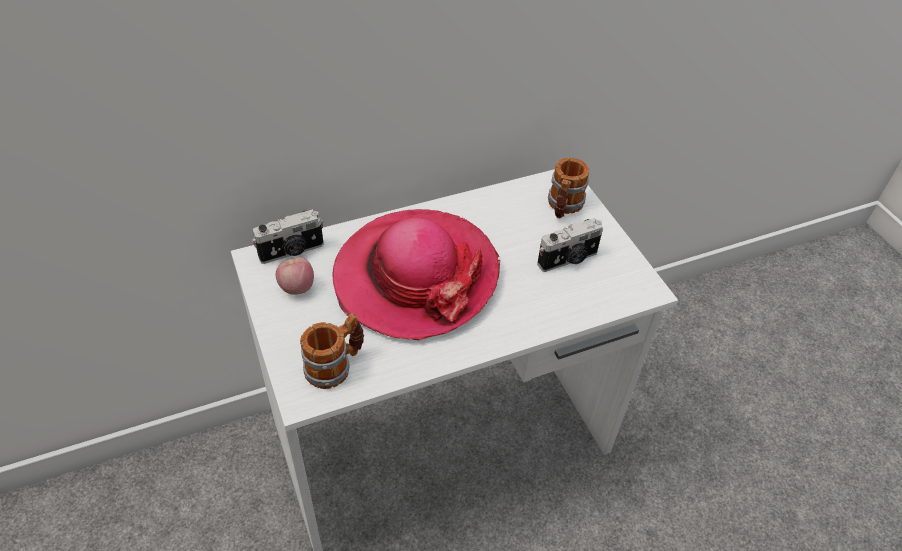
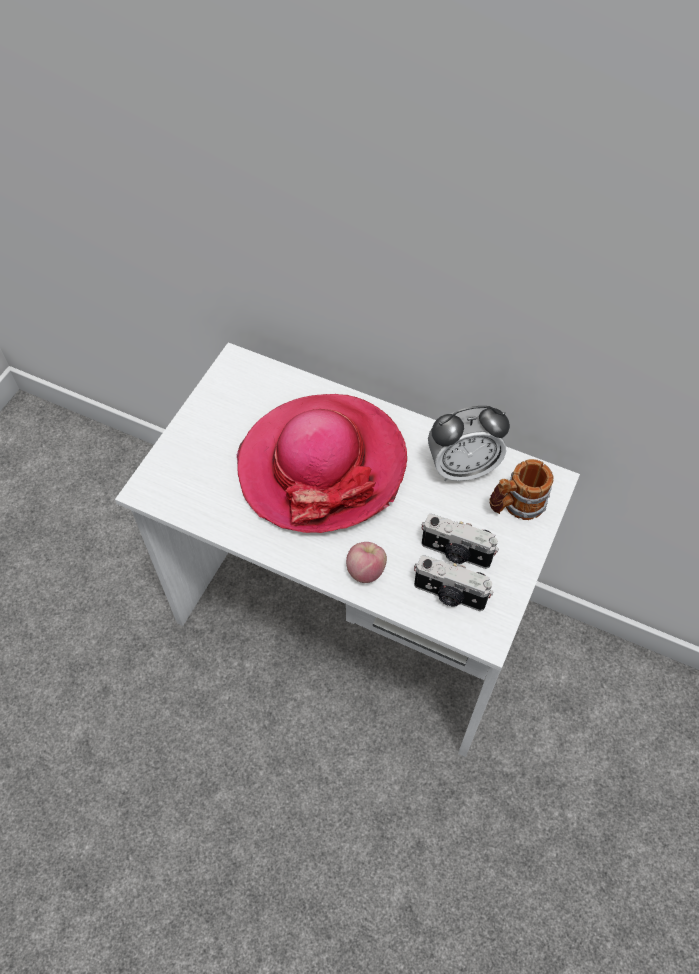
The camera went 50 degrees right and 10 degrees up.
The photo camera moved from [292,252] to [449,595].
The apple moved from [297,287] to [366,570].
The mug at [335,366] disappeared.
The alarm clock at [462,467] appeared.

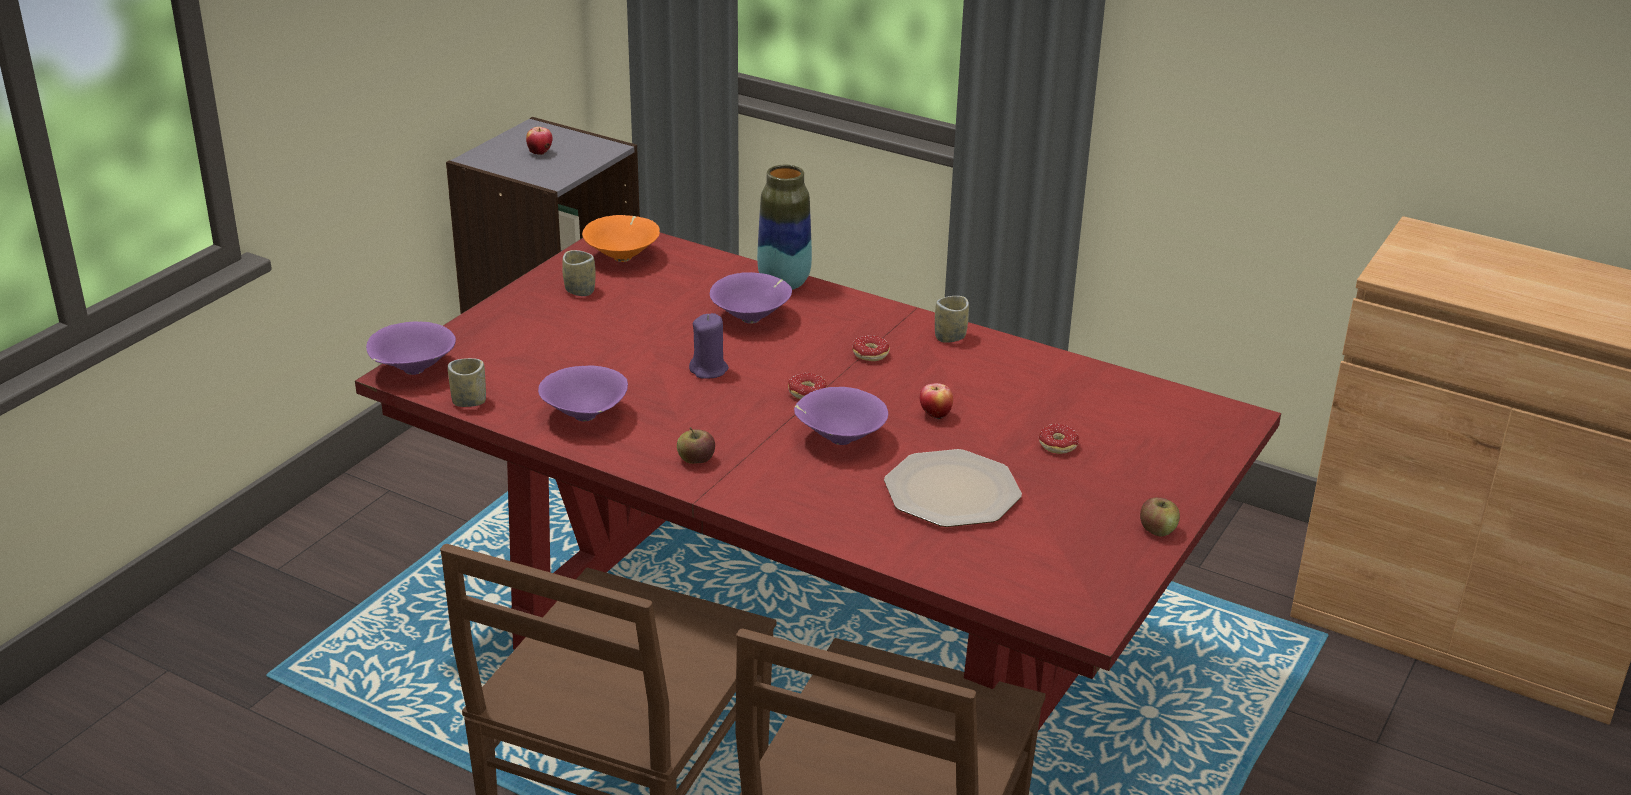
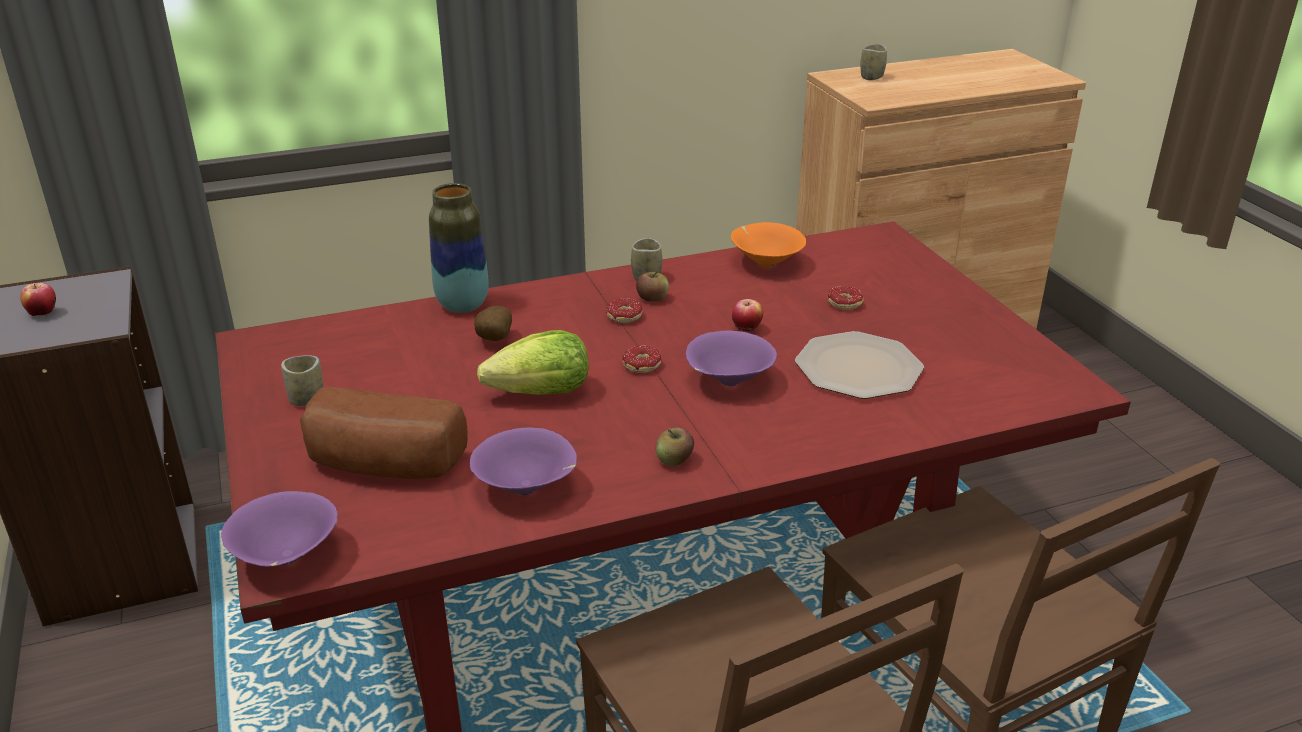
The camera went 50 degrees left and 0 degrees up.
The cup moved from [469,401] to [871,77].
The bowl in orange moved from [623,257] to [765,263].
The candle in purple at [709,370] was replaced by the lettuce at [542,393].
The bowl in purple at [752,318] was replaced by the potato at [493,340].
The apple moved from [1157,530] to [652,298].
The bread at [382,465] appeared.

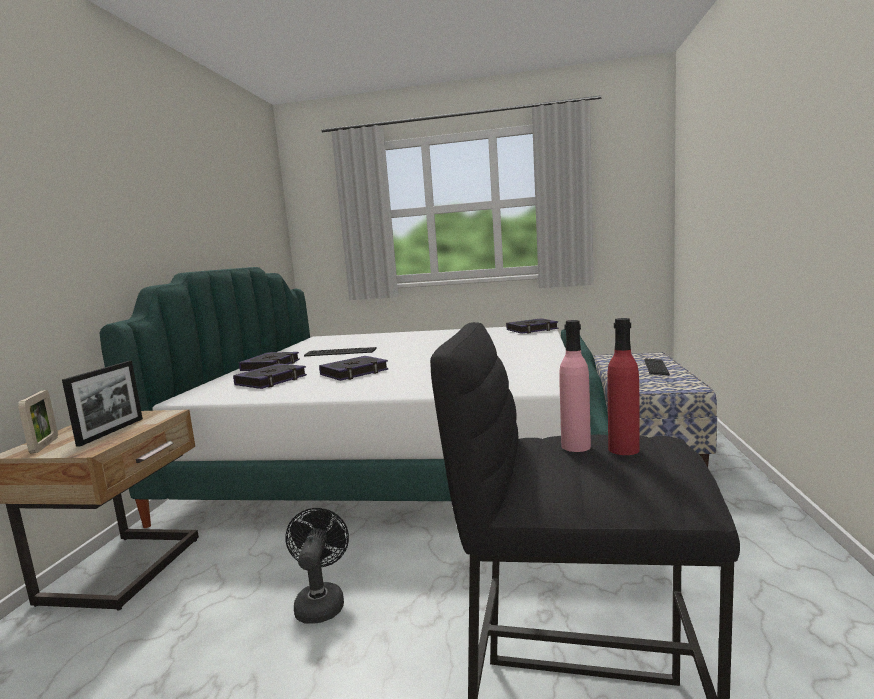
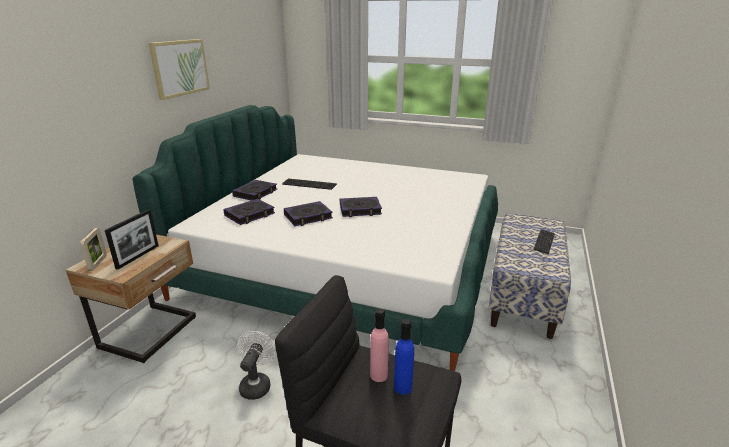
The camera went 10 degrees right and 15 degrees up.
The fan in black at [321,602] became the fan in white at [257,384].
The book moved from [532,329] to [360,210].
The bottle in red at [623,449] became the bottle in blue at [402,387].
The picture at [180,68] appeared.

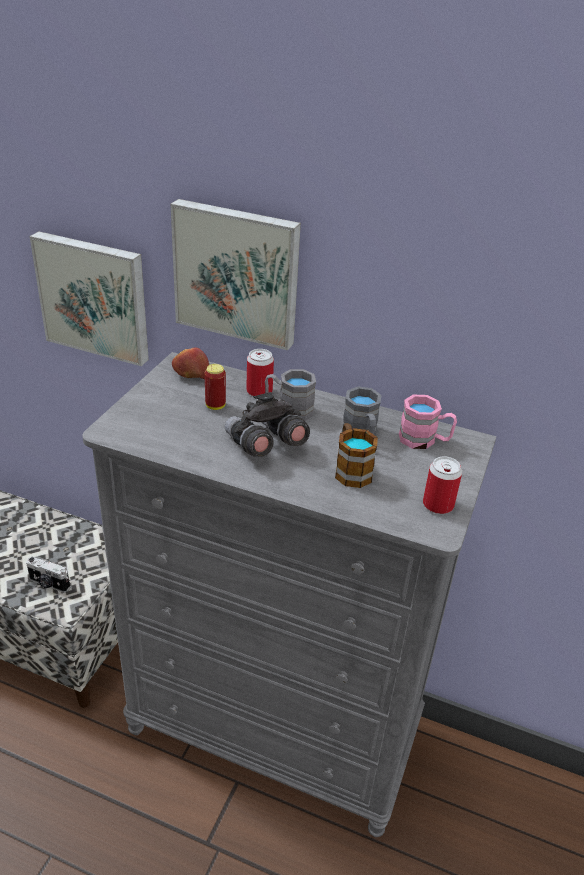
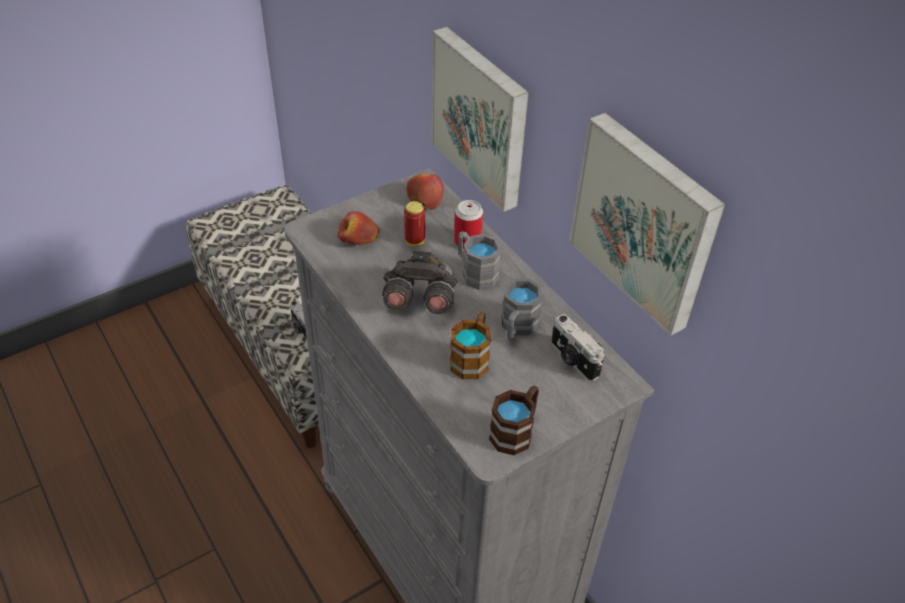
The camera went 35 degrees right and 10 degrees up.
The picture moved from [95,297] to [646,221].
The mug in pink at [424,440] was replaced by the photo camera at [573,360].
The can at [438,505] was replaced by the mug in brown at [516,430].
The apple at [358,238] appeared.

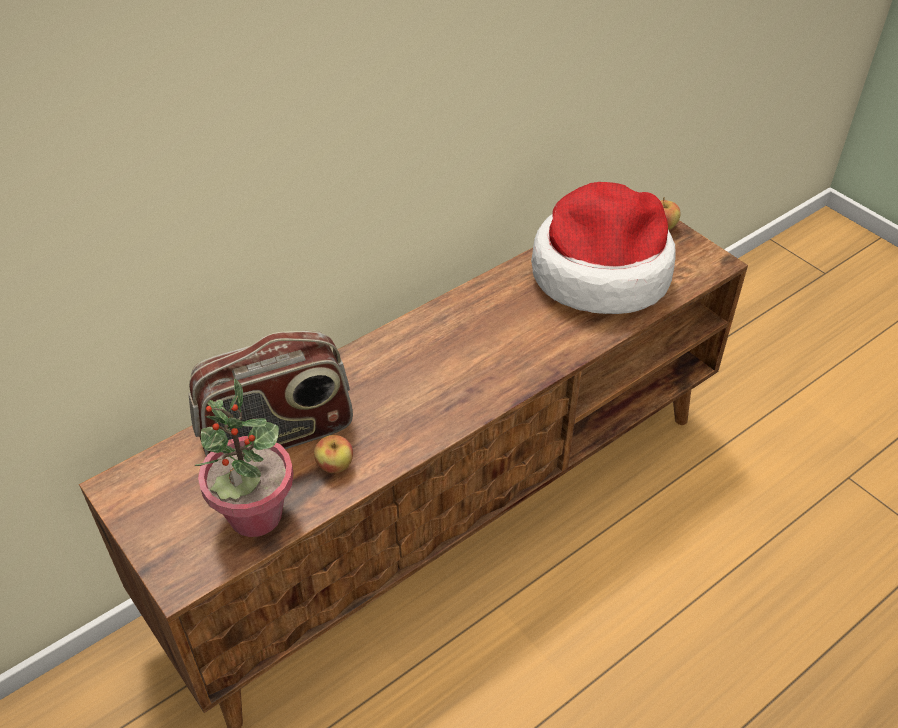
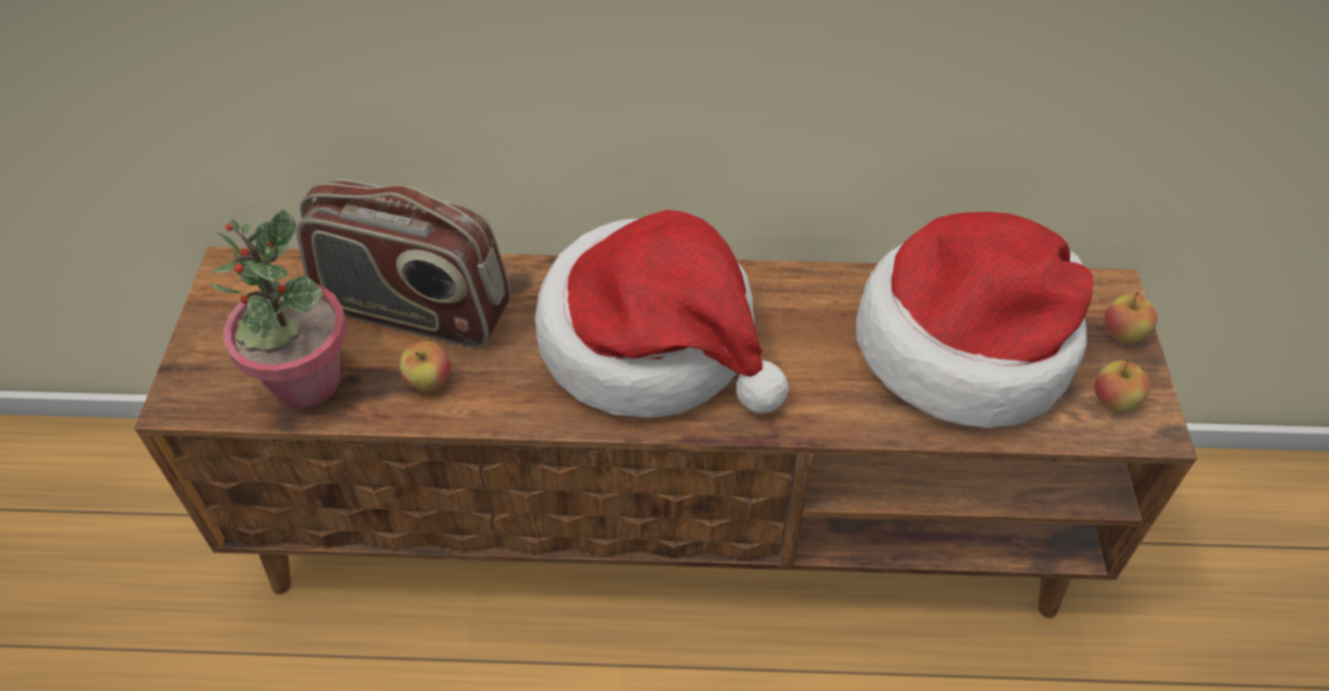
The camera went 40 degrees right and 5 degrees up.
The hat at [654,343] appeared.
The apple at [1113,401] appeared.

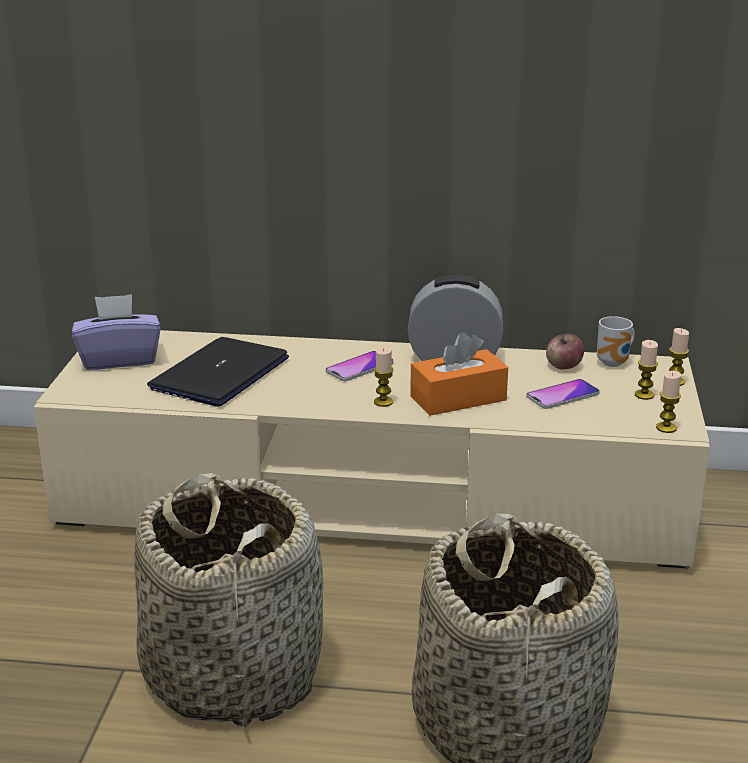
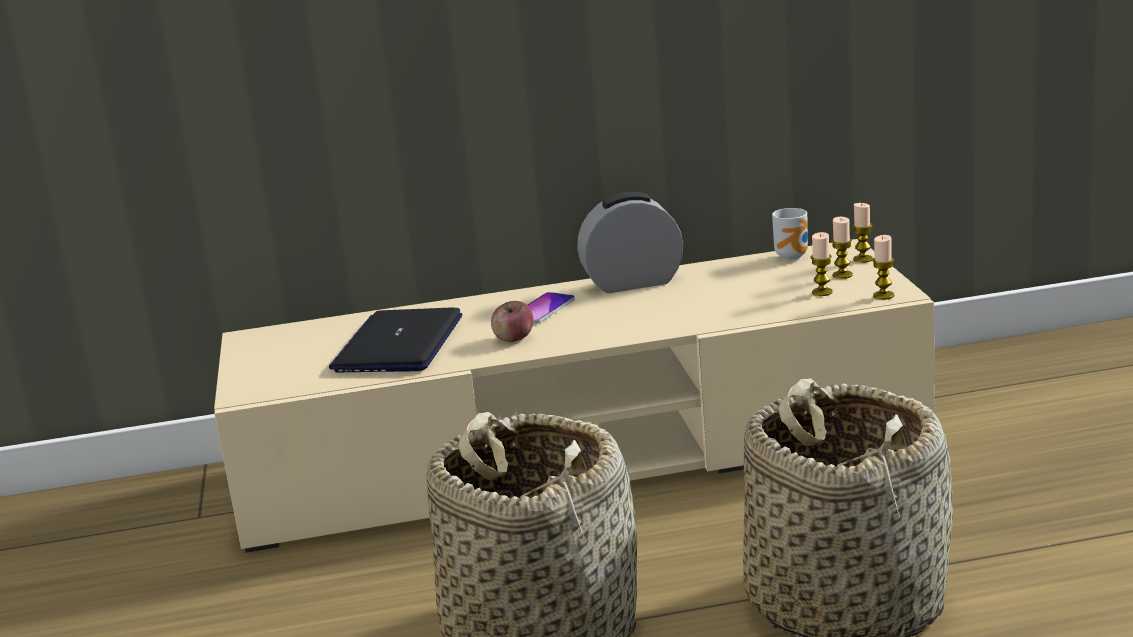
The camera went 15 degrees left and 5 degrees down.
The tissue box in purple at [119,359] disappeared.
The candle moved from [383,402] to [822,292].
The tissue box in orange at [458,398] disappeared.
The phone at [562,395] disappeared.
The apple moved from [563,366] to [514,338].

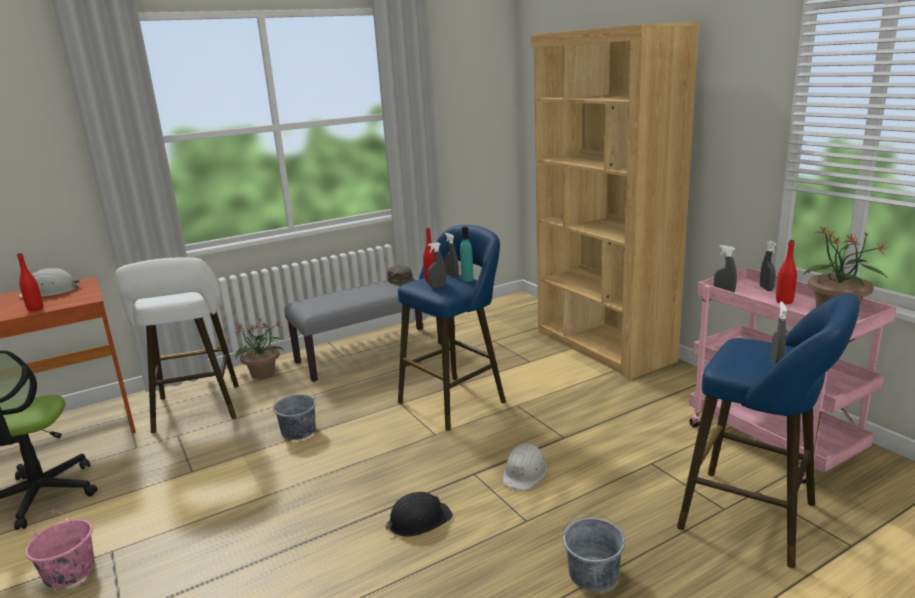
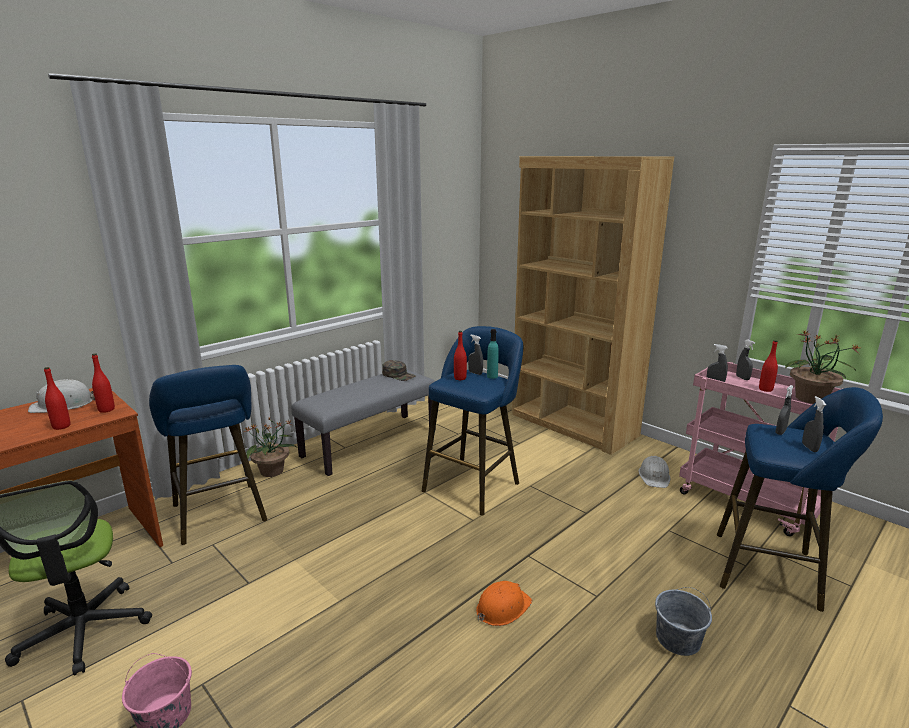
The camera went 15 degrees left and 0 degrees up.
The stool in white at [197,411] became the stool in blue at [220,516].
The bucket in grey at [298,431] disappeared.
The hard hat in black at [419,520] became the hard hat in orange at [502,608].
The spray bottle in grey moved from [437,286] to [780,432].
The hard hat in white moved from [525,473] to [654,476].
The bottle in red at [106,409] appeared.

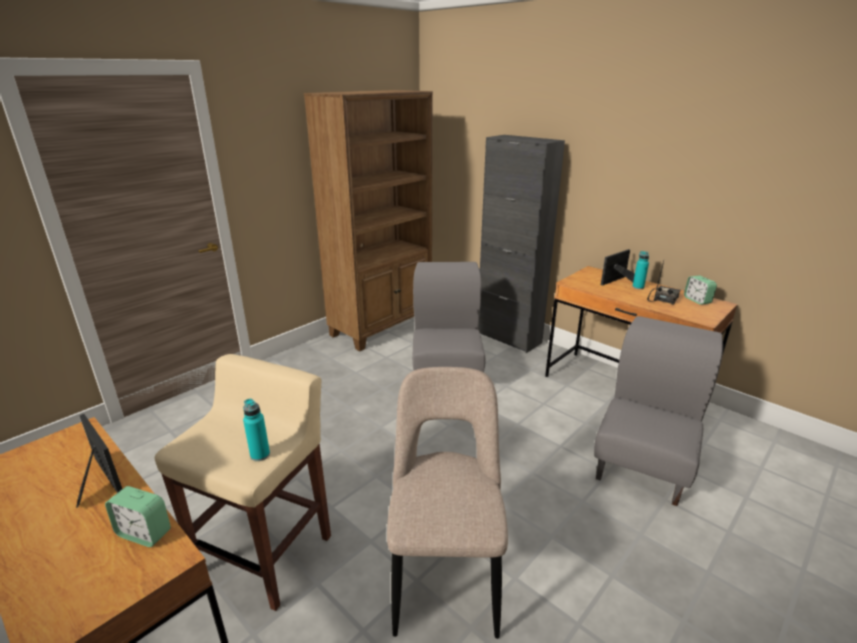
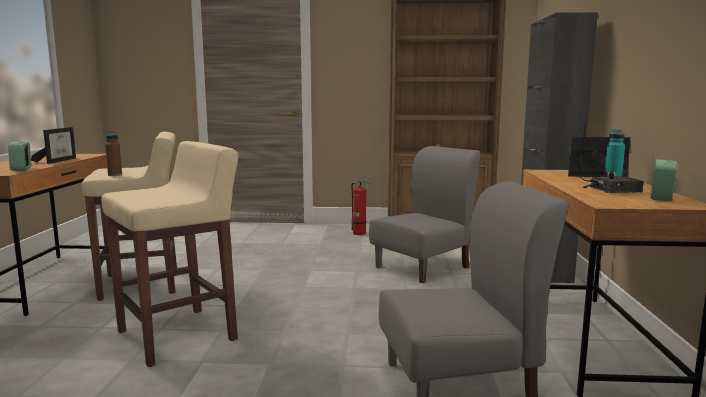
The camera went 50 degrees right and 15 degrees down.
The bottle in turquoise at [260,455] became the bottle in brown at [115,175].
The chair in beige at [445,572] was replaced by the stool in beige at [179,335].
The fire extinguisher at [360,233] appeared.

